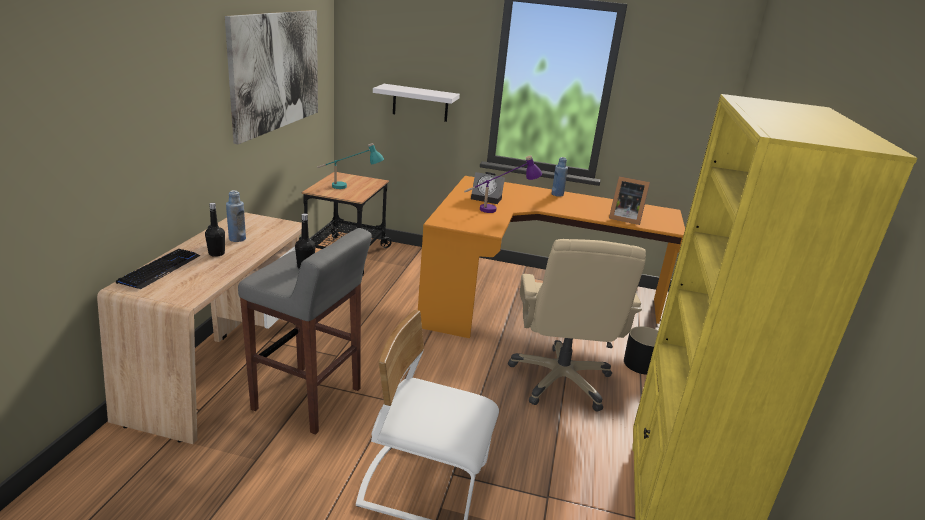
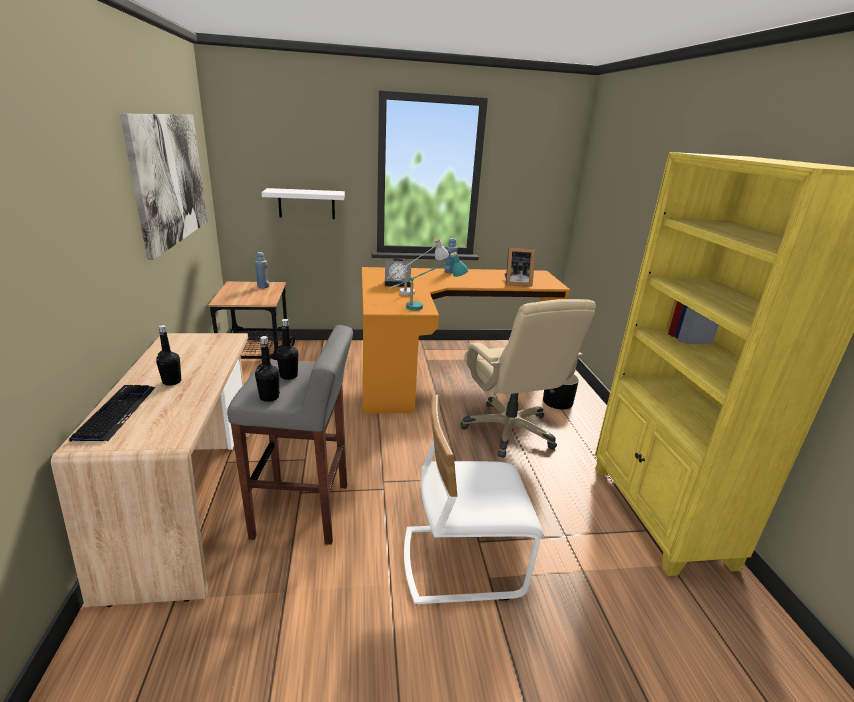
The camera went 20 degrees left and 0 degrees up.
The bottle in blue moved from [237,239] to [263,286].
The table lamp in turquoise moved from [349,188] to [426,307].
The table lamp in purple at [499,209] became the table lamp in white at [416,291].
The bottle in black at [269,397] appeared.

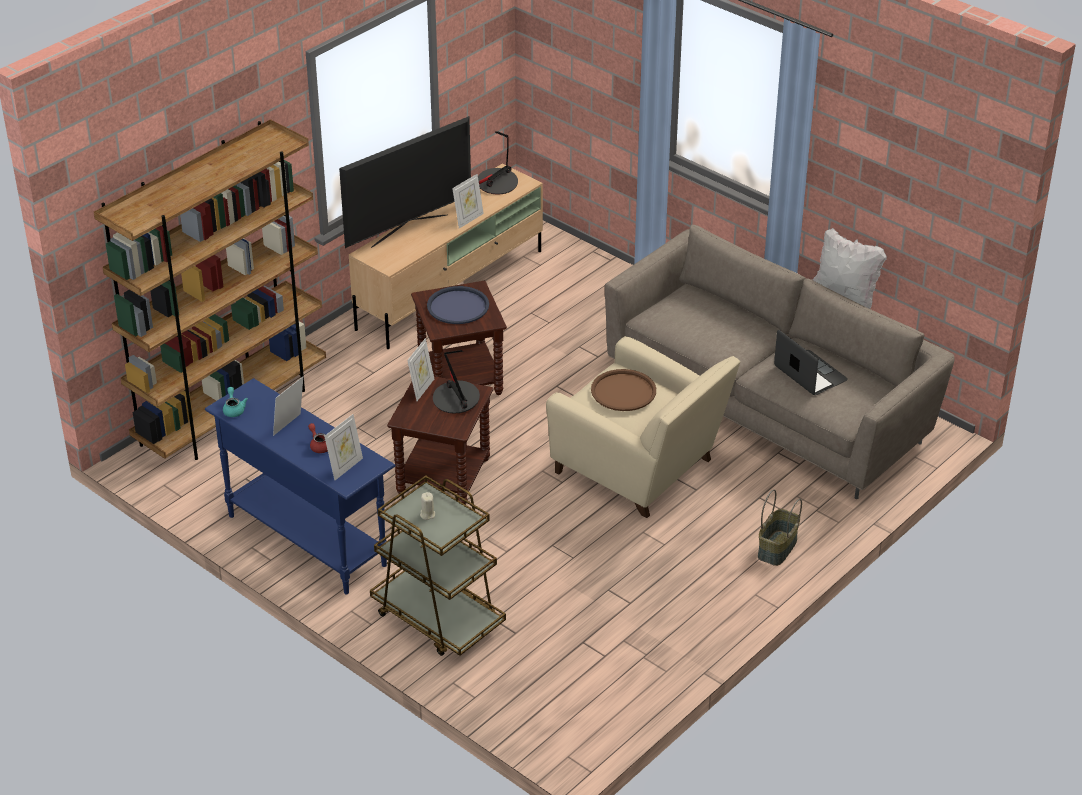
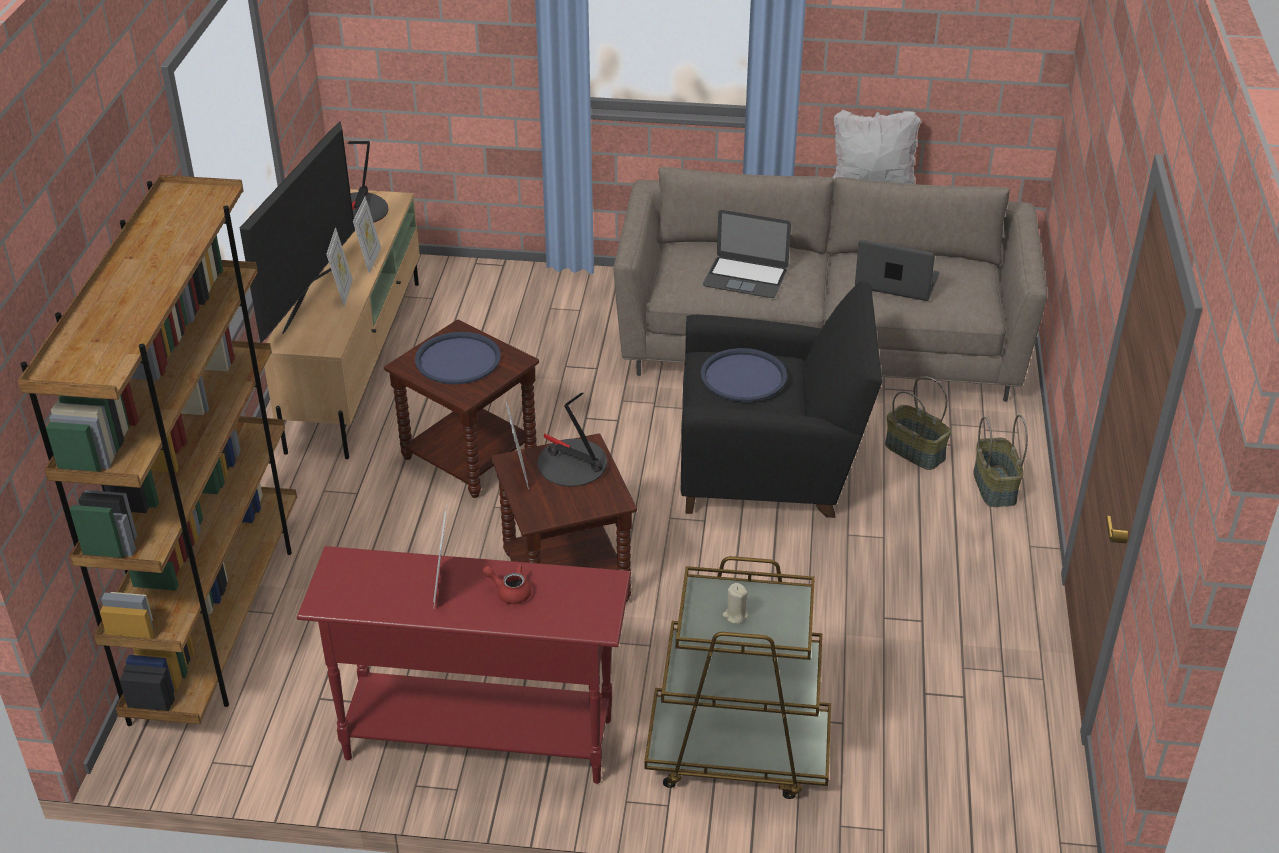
The camera went 35 degrees left and 0 degrees up.
The console table in blue at [306,540] became the console table in red at [478,738].
The teapot in turquoise at [234,409] disappeared.
The picture frame moved from [345,467] to [343,292].
The armchair in beige at [640,469] became the armchair in black at [771,468].
The tray in brown at [623,391] became the tray in blue at [743,376].
The laptop at [745,277] appeared.
The basket at [916,451] appeared.

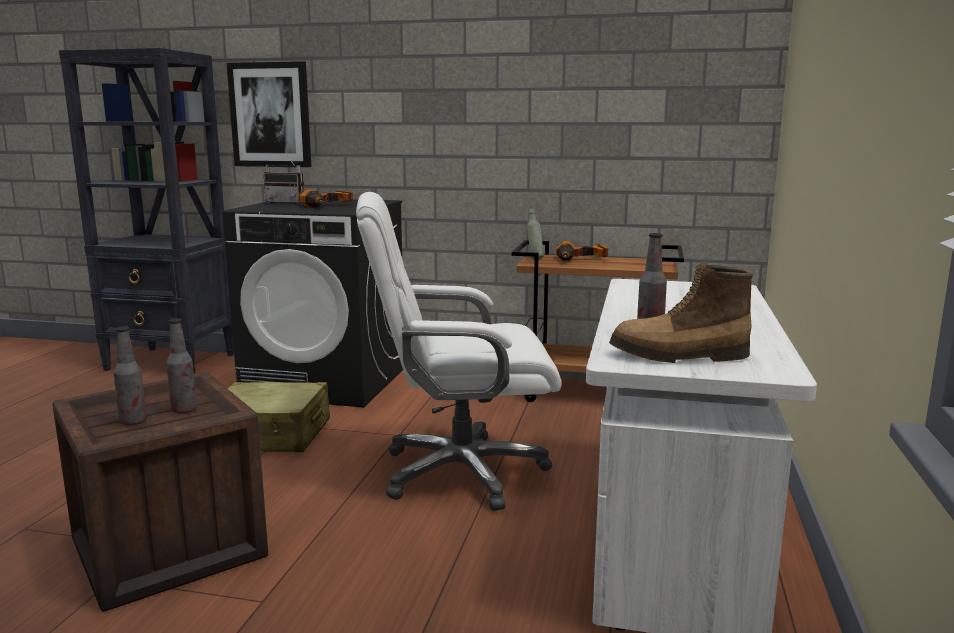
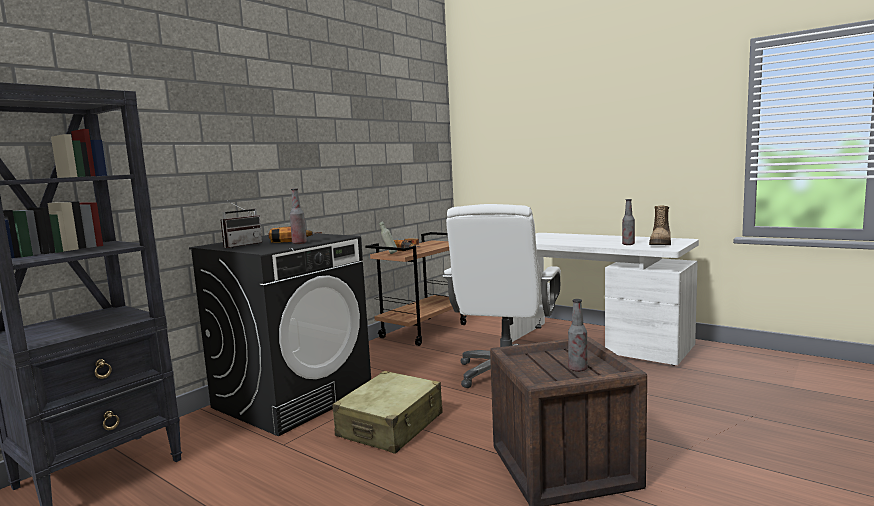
The camera went 65 degrees left and 5 degrees down.
The bottle moved from [184,410] to [299,243].
The picture at [270,115] disappeared.

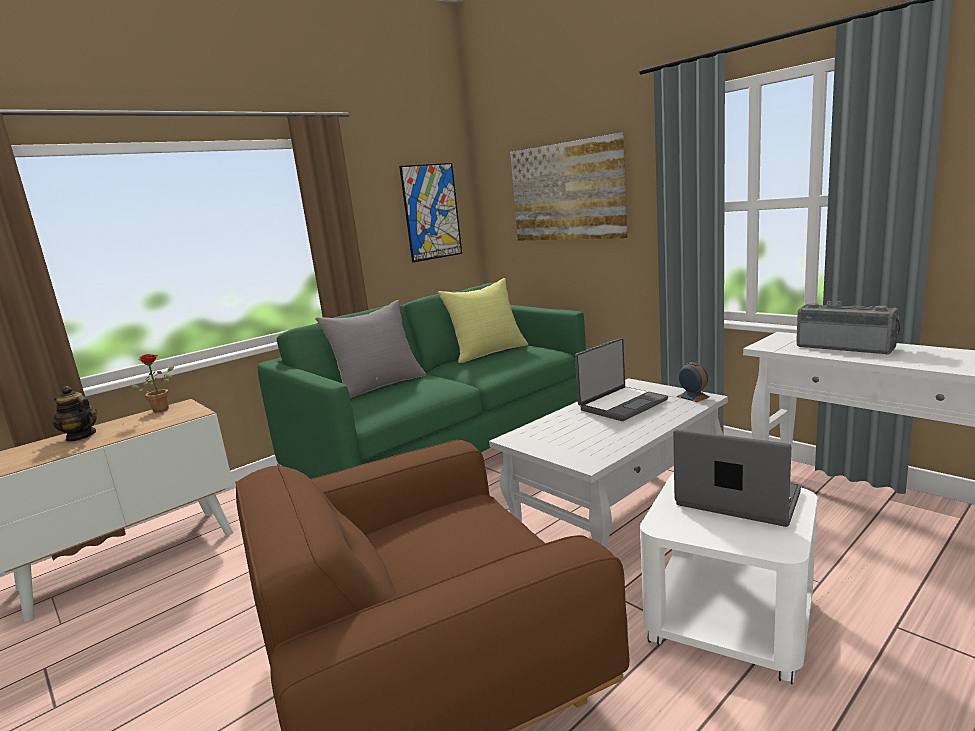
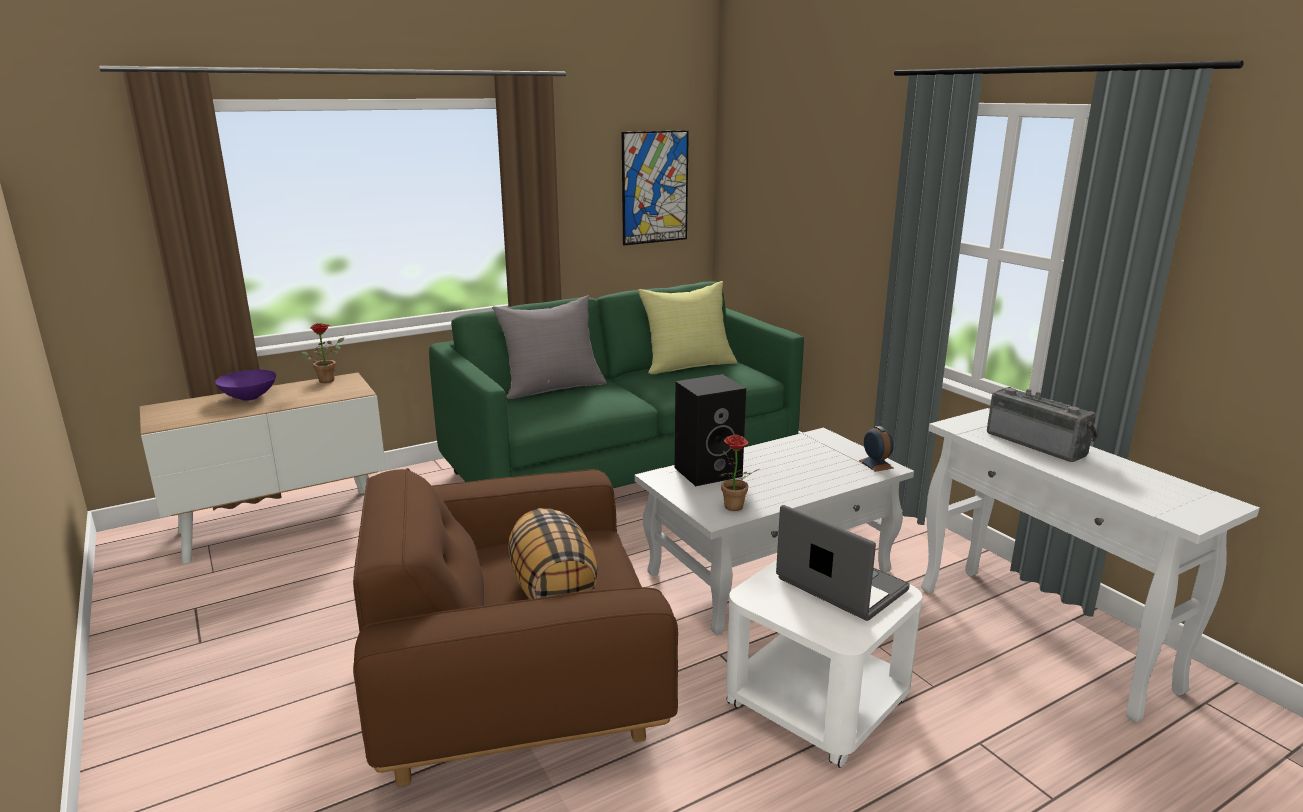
The camera went 10 degrees right and 5 degrees up.
The teapot at [81,436] was replaced by the bowl in purple at [248,398].
The picture at [566,192] disappeared.
The laptop at [622,404] disappeared.
The pillow at [552,589] appeared.
The speaker in black at [708,471] appeared.
The potted plant at [734,508] appeared.

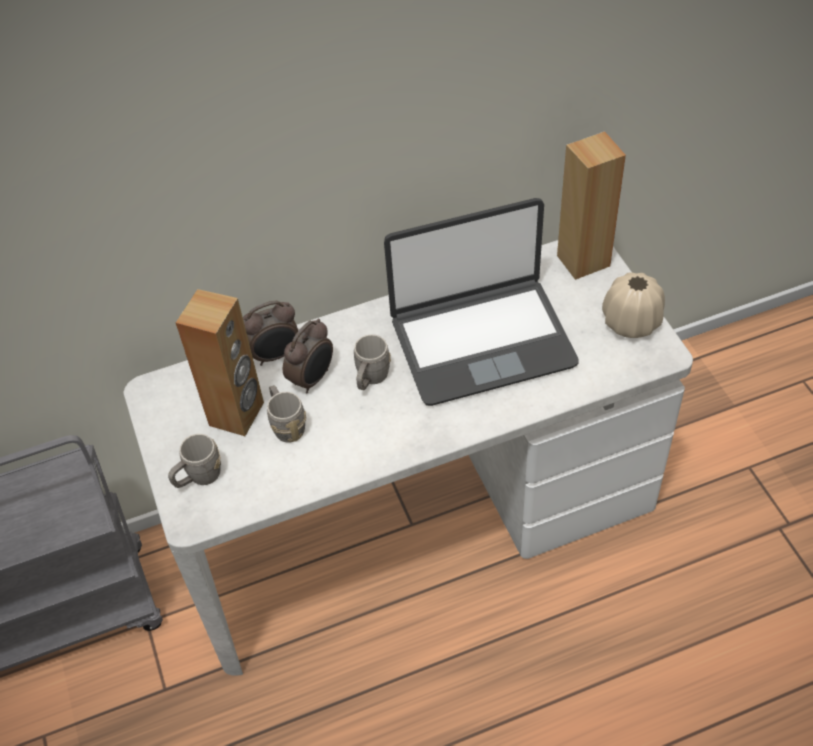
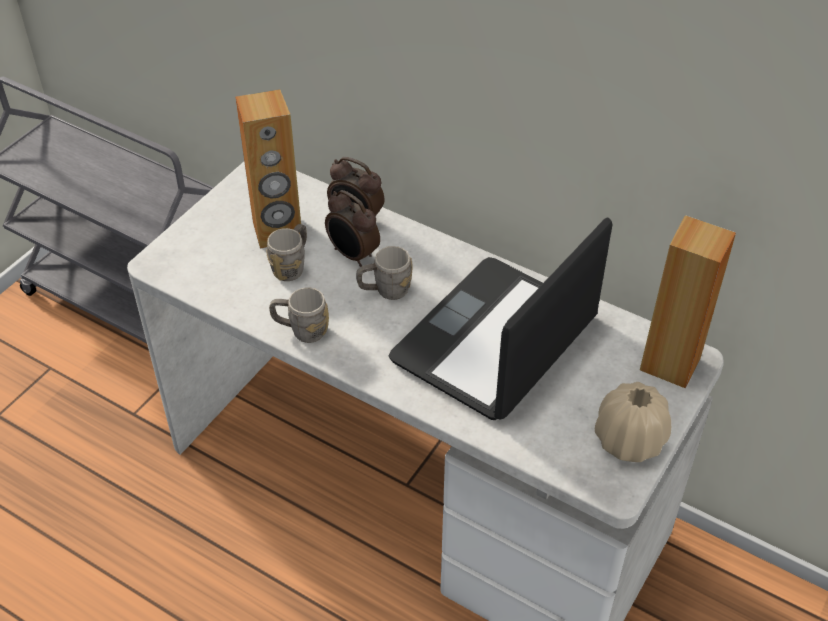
The camera went 50 degrees right and 5 degrees down.
The mug in grey moved from [199,477] to [301,330].
The alarm clock at [313,378] turned 45 degrees clockwise.
The laptop at [481,341] turned 90 degrees clockwise.

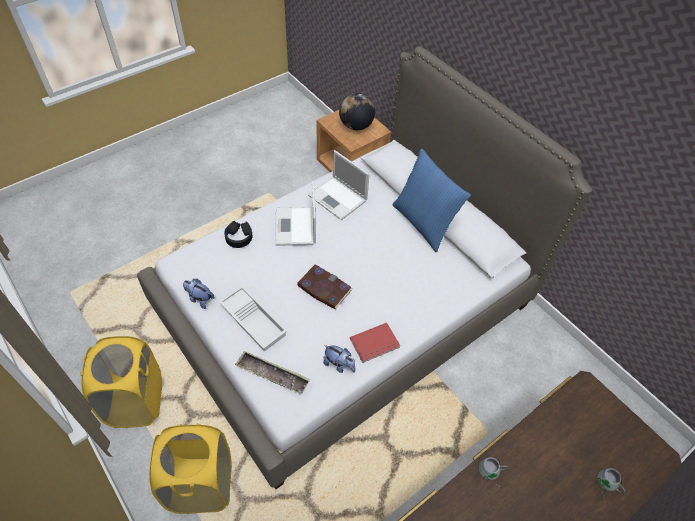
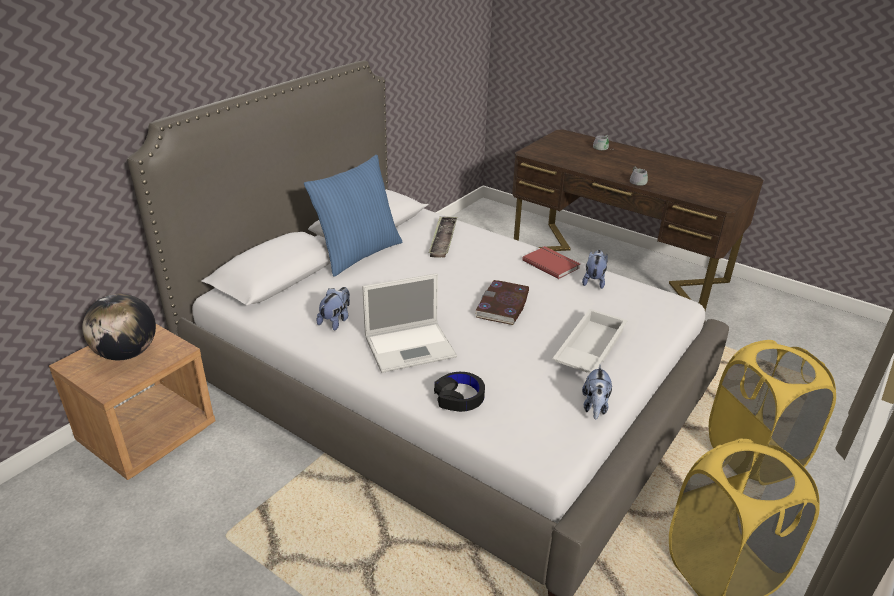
The camera went 105 degrees left and 20 degrees down.
The tray moved from [272,374] to [443,240].
The laptop at [338,198] was replaced by the plush toy at [336,321].

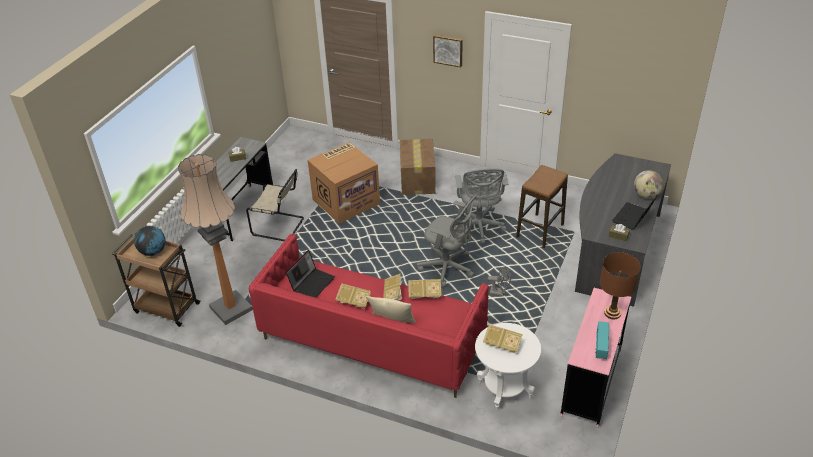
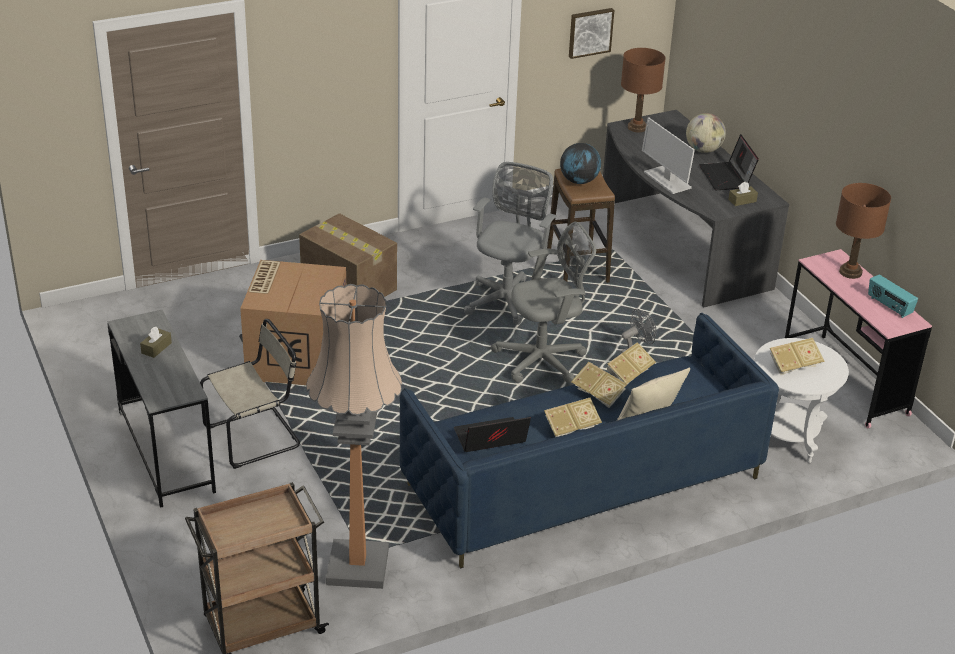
The camera went 50 degrees left and 5 degrees down.
The globe moved from [153,252] to [579,181].
The sofa in red at [372,338] became the sofa in blue at [582,482].
The laptop at [312,283] turned 90 degrees counterclockwise.
The picture moved from [448,50] to [590,32].
The office chair in grey at [479,227] turned 105 degrees counterclockwise.
The table lamp in brown at [637,127] appeared.
The monitor at [666,180] appeared.

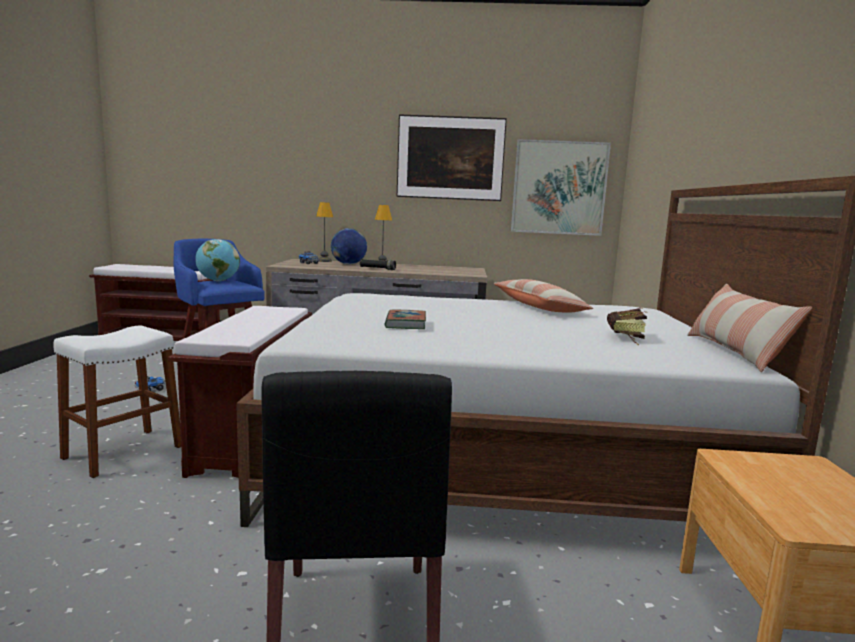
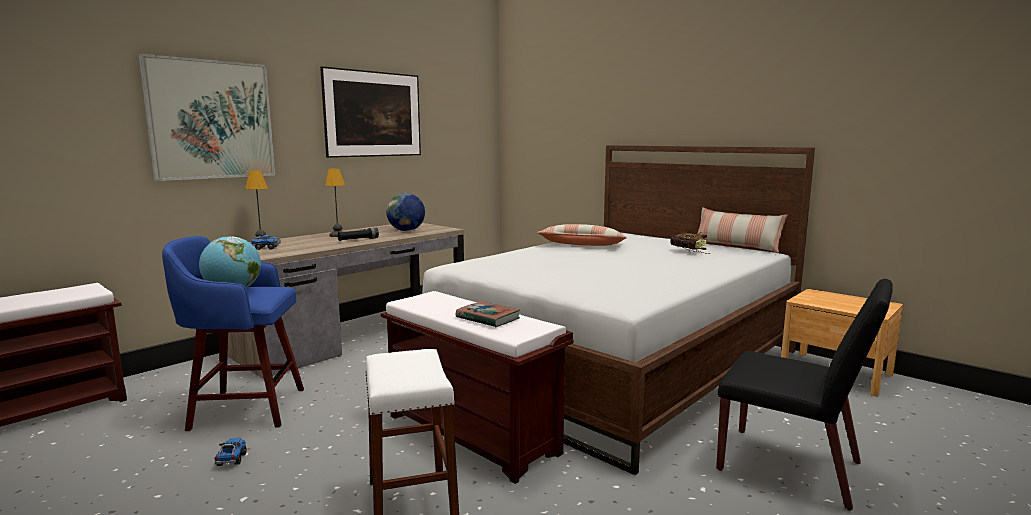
The camera went 50 degrees left and 0 degrees up.
The globe moved from [348,264] to [406,230].
The book moved from [405,323] to [487,318].
The picture moved from [559,188] to [211,120].

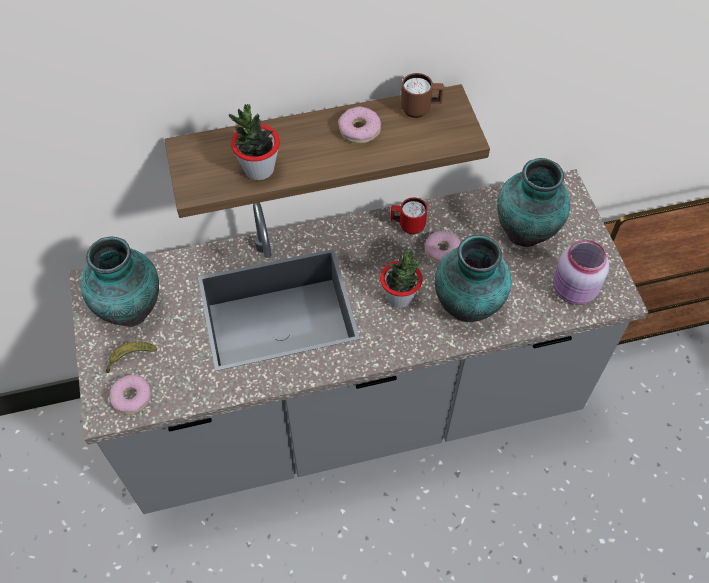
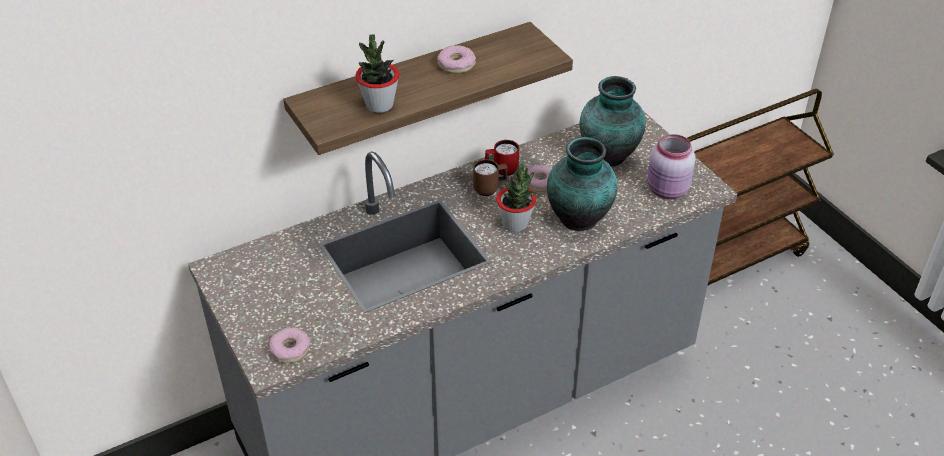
The camera went 15 degrees left and 15 degrees down.
The vase at [131,307] disappeared.
The banana at [130,358] disappeared.
The mug in brown moved from [420,109] to [490,189].

